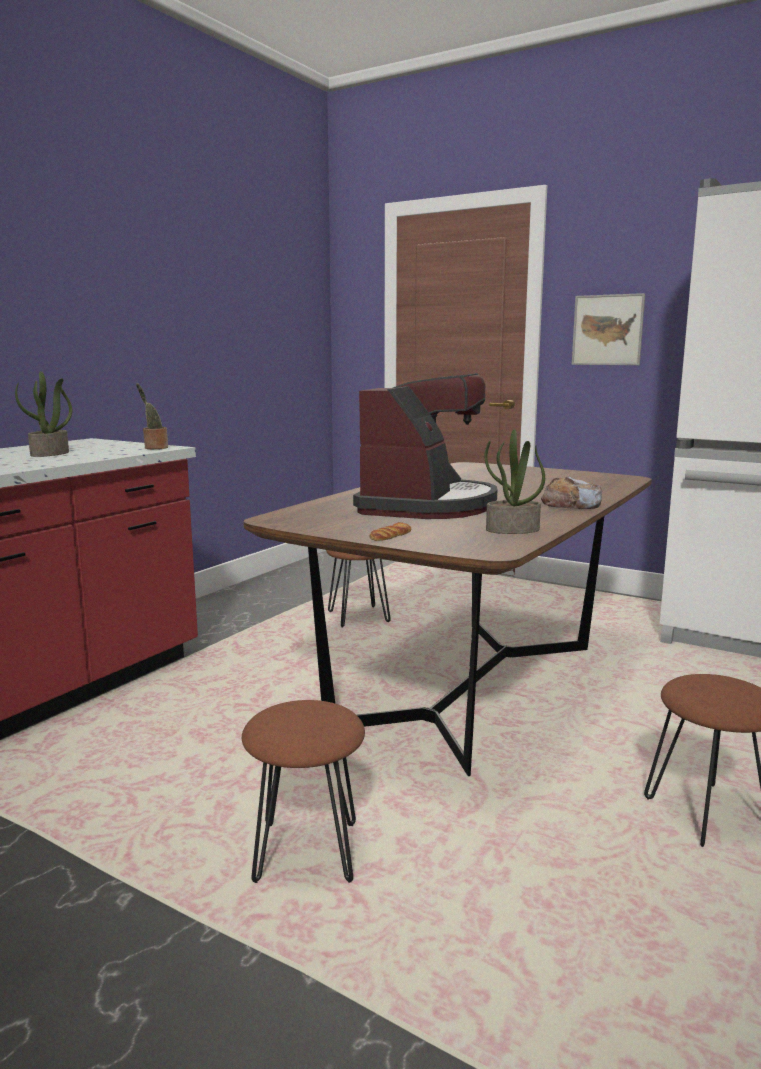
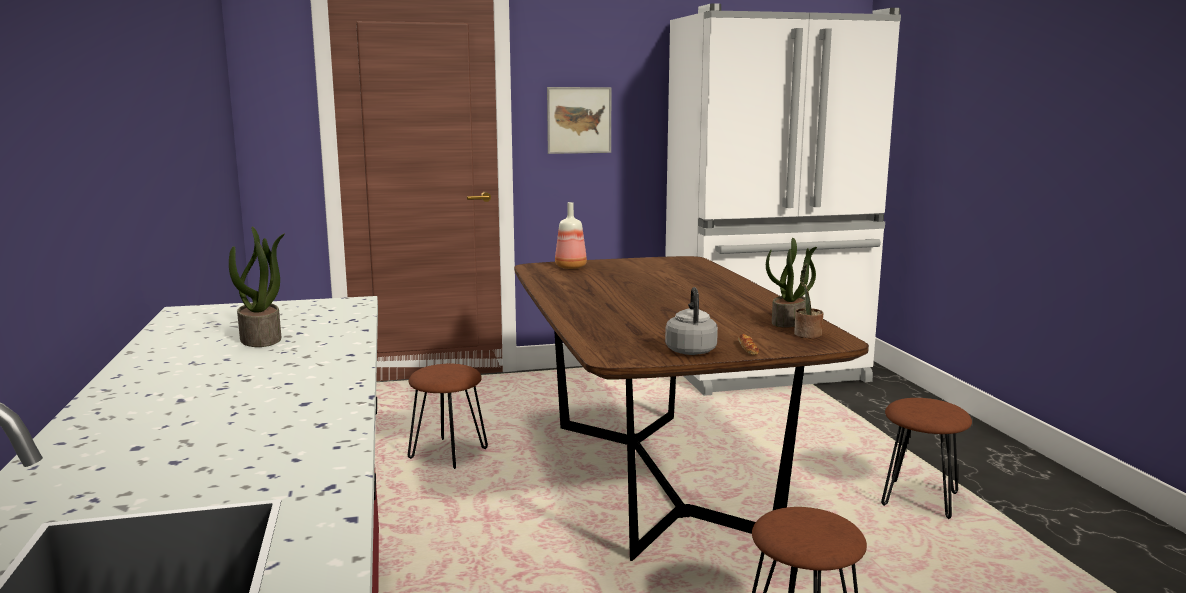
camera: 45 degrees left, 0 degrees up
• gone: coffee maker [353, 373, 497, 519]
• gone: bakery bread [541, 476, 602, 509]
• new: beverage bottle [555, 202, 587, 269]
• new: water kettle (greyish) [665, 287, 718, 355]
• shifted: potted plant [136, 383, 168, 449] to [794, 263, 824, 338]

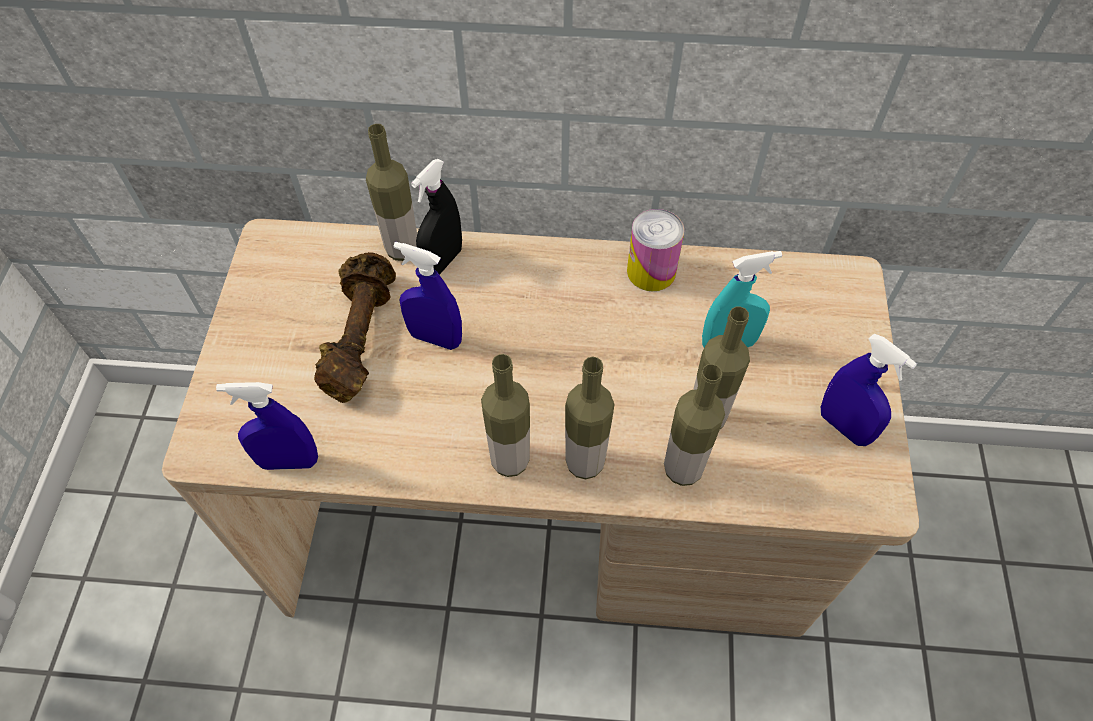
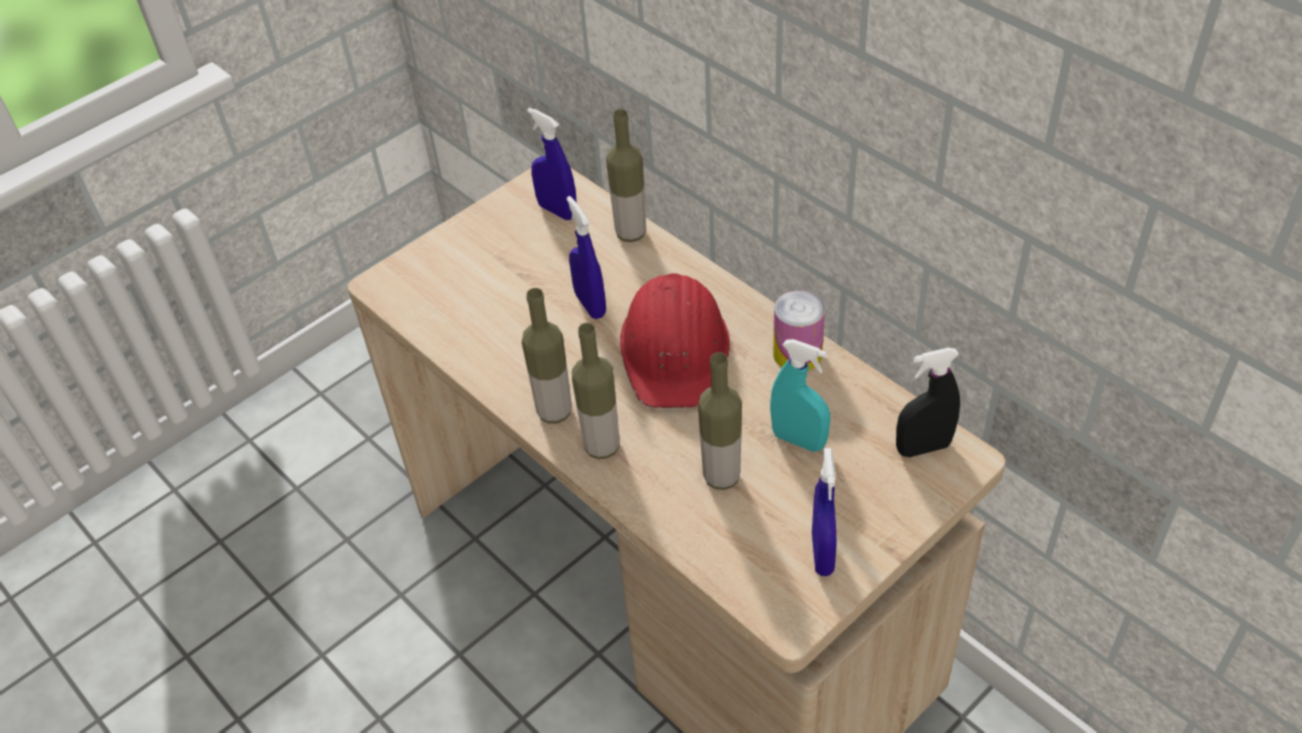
camera: 45 degrees right, 10 degrees down
• gone: hand weight (brown) [314, 252, 396, 403]
• gone: beverage bottle [664, 364, 725, 486]
• new: safety helmet (red-coloured) [620, 273, 730, 408]
• shifted: hand sprayer (bluish) [216, 382, 318, 470] to [527, 108, 577, 220]
• shifted: hand sprayer (black-coloured) [411, 159, 462, 275] to [896, 348, 960, 457]

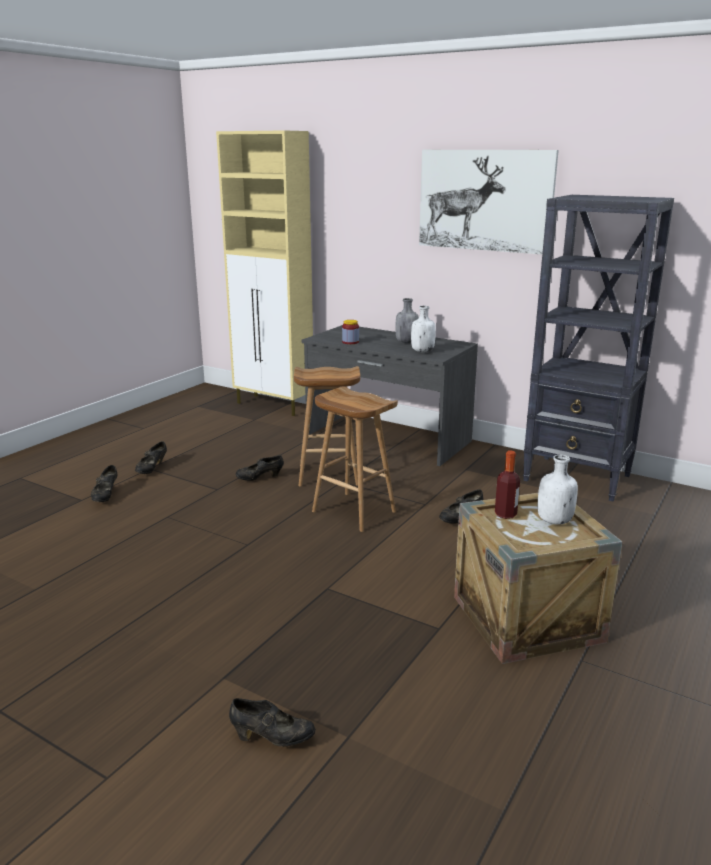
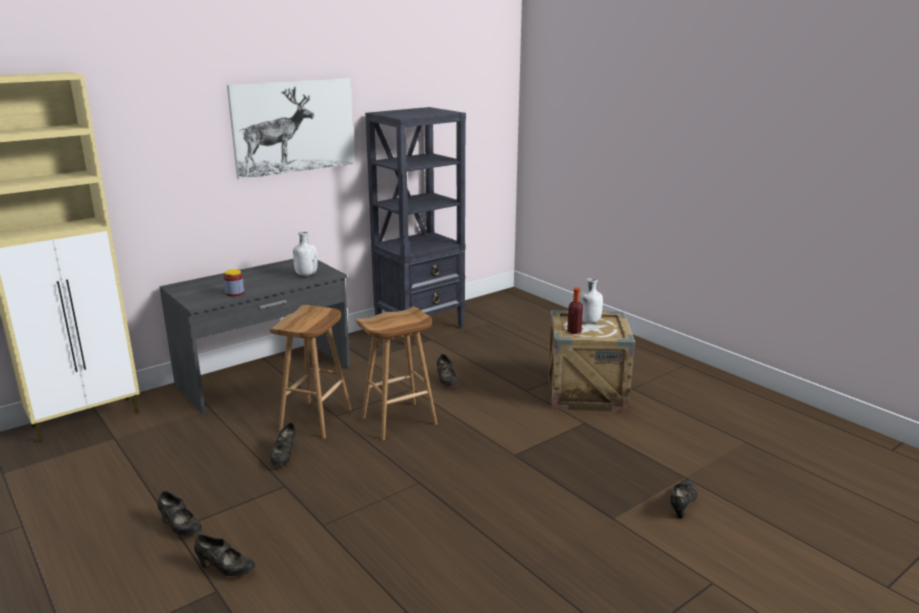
camera: 70 degrees left, 0 degrees up
• gone: beverage bottle (greyish) [395, 298, 419, 343]

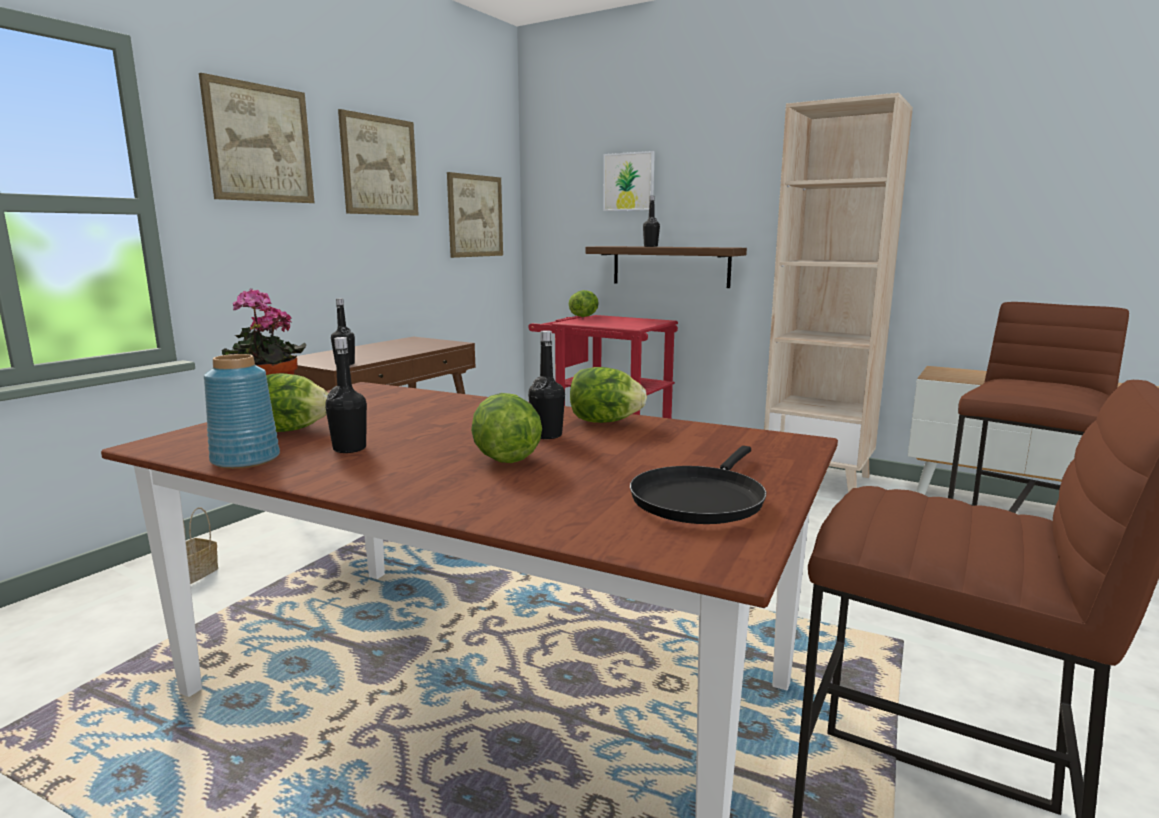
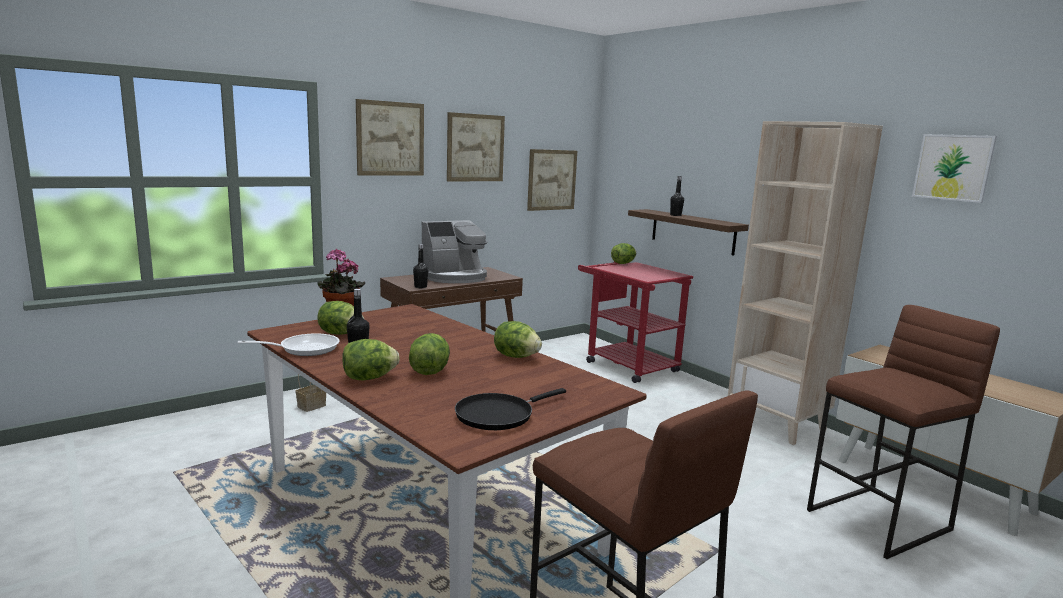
camera: 20 degrees right, 0 degrees up
• gone: beverage bottle (black-coloured) [528, 330, 565, 439]
• new: head of lettuce [342, 339, 399, 380]
• new: coffee maker [422, 220, 487, 283]
• shifted: wall picture [603, 151, 655, 211] to [912, 134, 997, 203]
• swapped: decorative vase (bluish) [204, 354, 280, 469] to frying pan [238, 333, 339, 356]

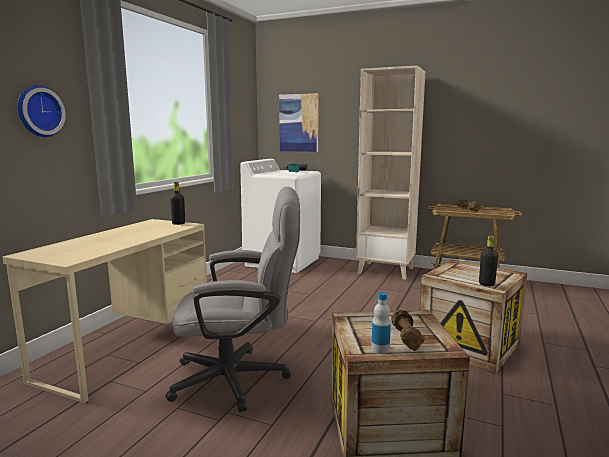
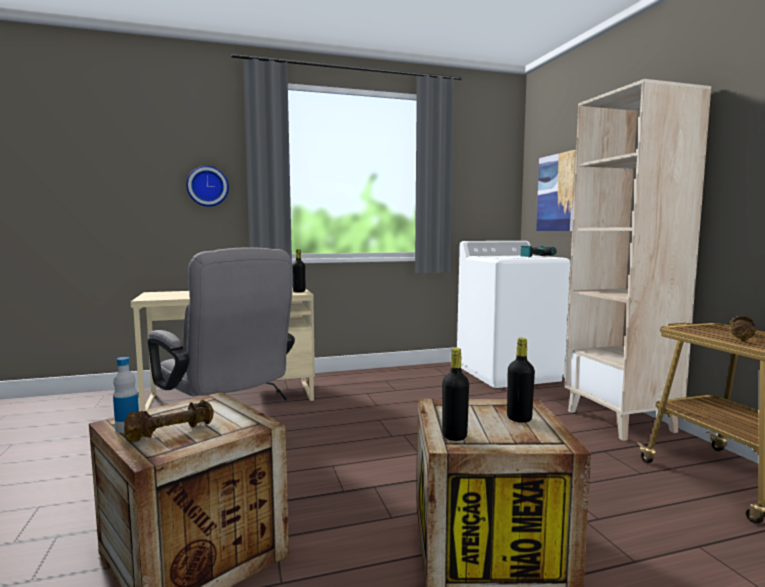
camera: 50 degrees right, 5 degrees down
• new: beverage bottle (black-coloured) [507, 338, 535, 423]

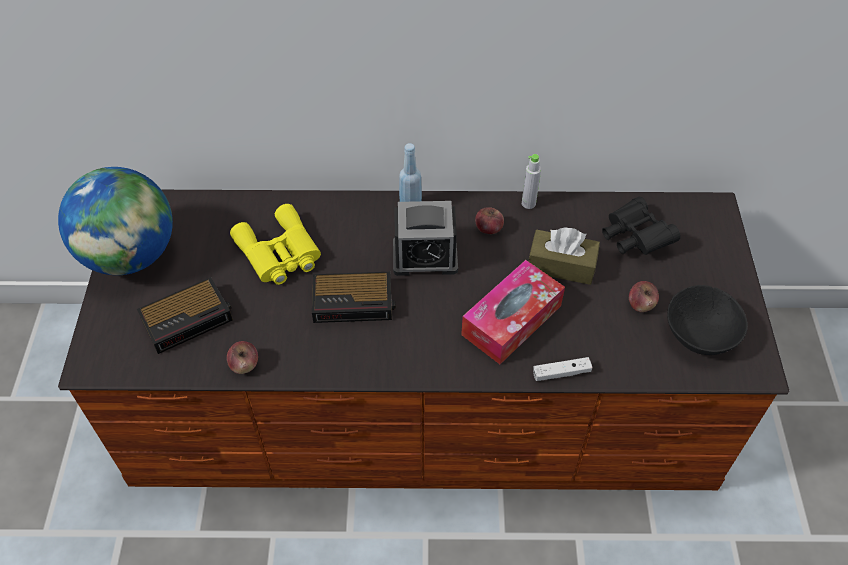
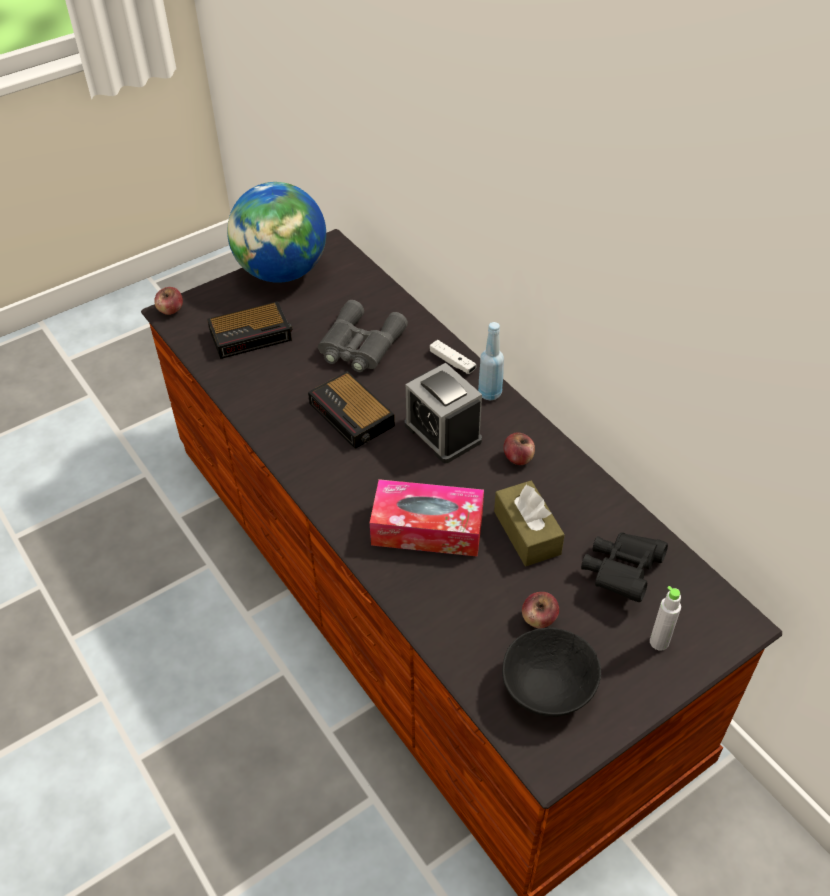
camera: 55 degrees right, 5 degrees down
• shifted: whole apple [227, 341, 258, 374] to [154, 287, 183, 315]
• shifted: beverage bottle (greyish) [522, 154, 541, 209] to [650, 586, 681, 651]
• shifted: joypad (white) [533, 357, 592, 381] to [430, 340, 476, 374]
• repainted: field glasses (yellow) [230, 204, 321, 285] to field glasses (greyish) [318, 300, 408, 372]
• rotated: bedside clock [137, 277, 233, 354] = [207, 301, 293, 359] 45 degrees counterclockwise

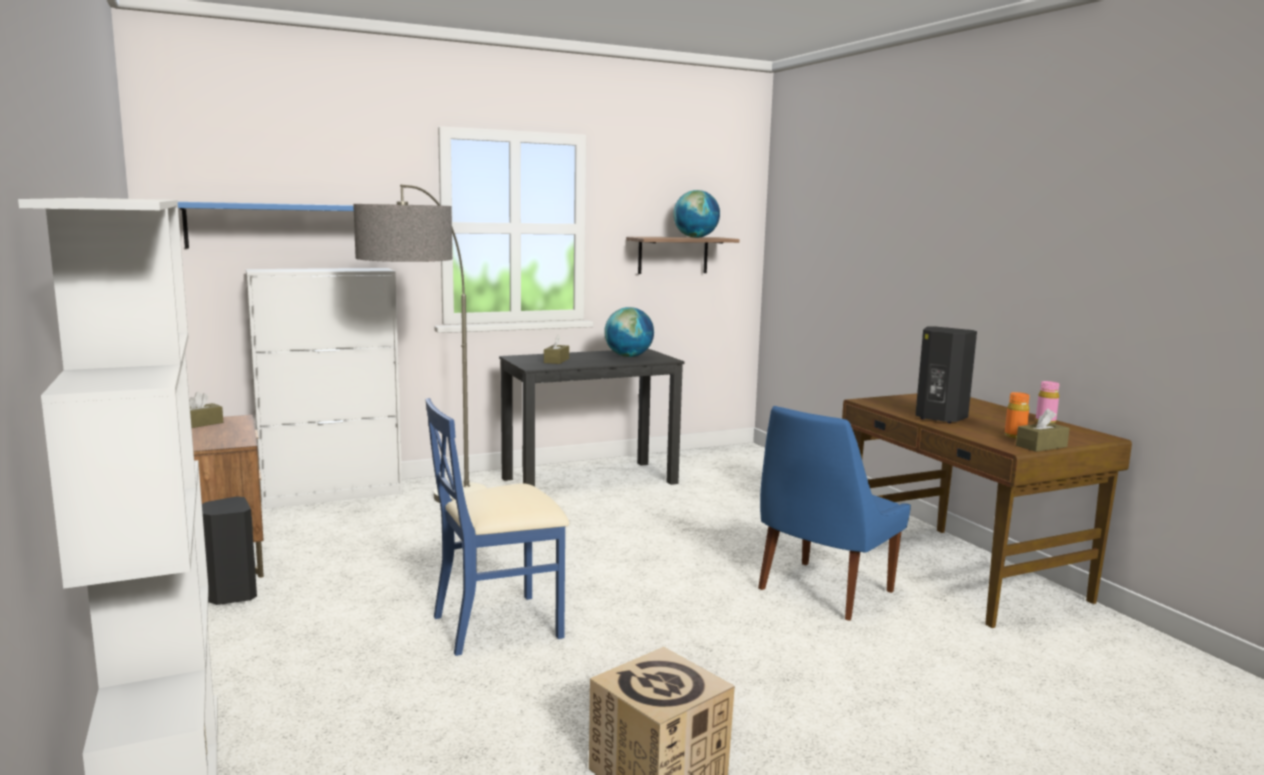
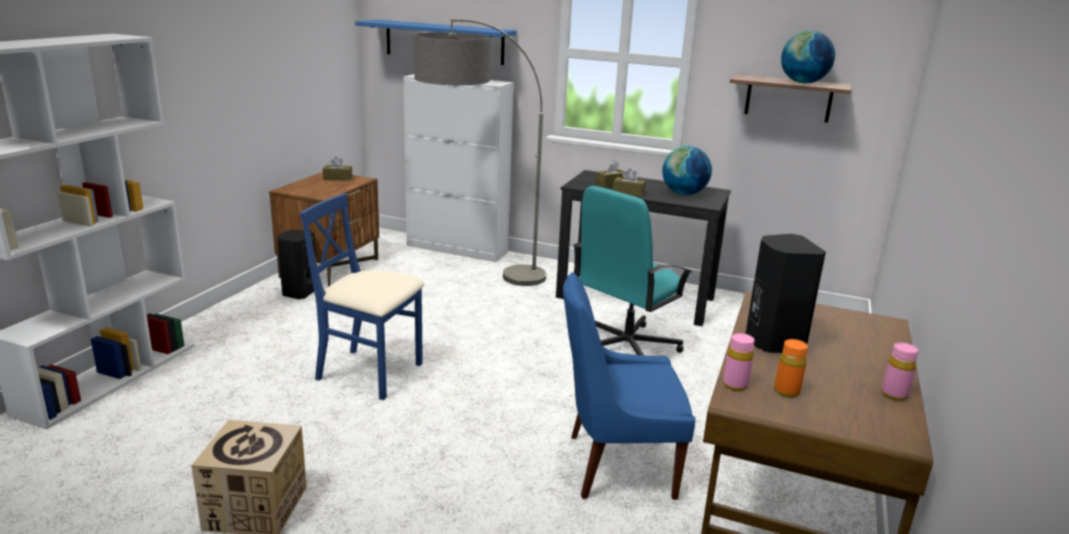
camera: 45 degrees right, 10 degrees up
• new: desk chair (blue-green) [573, 186, 692, 355]
• new: beverage bottle (pink) [723, 333, 755, 391]
• shifted: box of tissues (brown) [1016, 409, 1070, 452] to [613, 168, 646, 197]

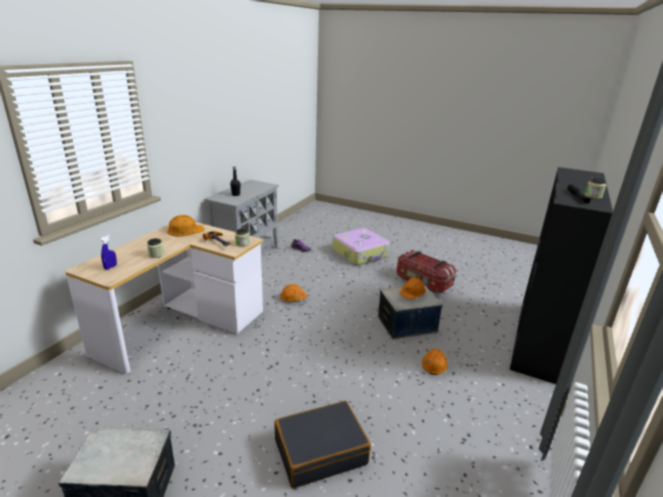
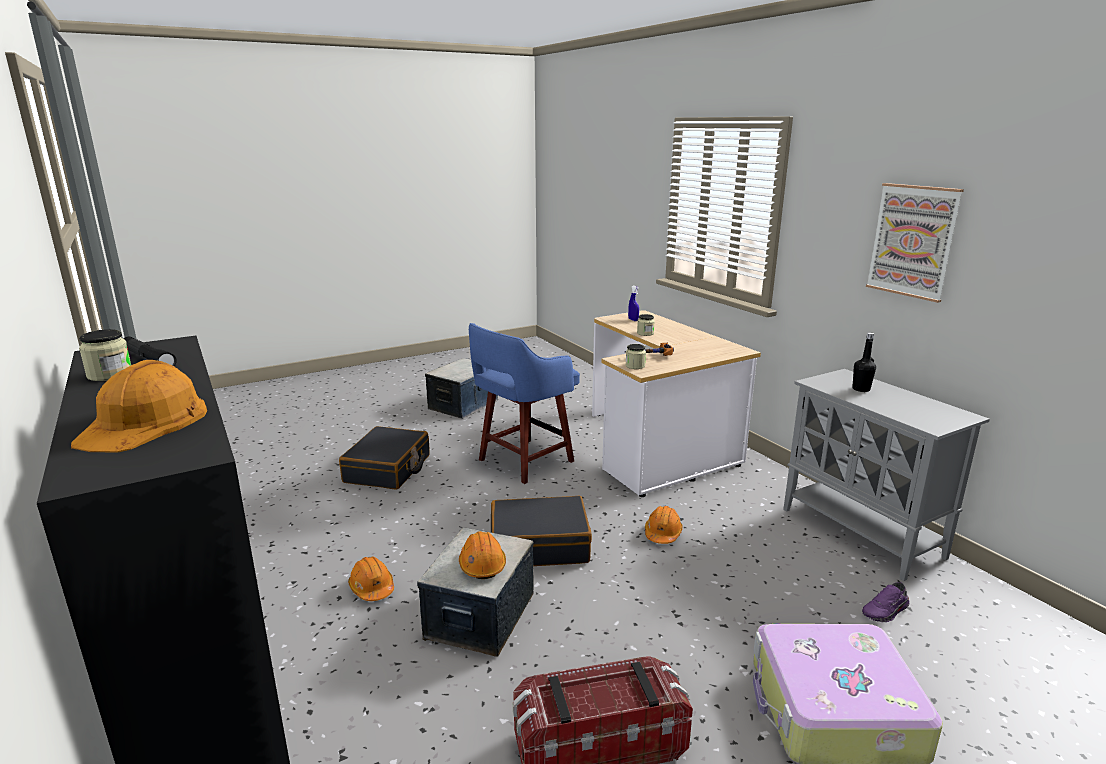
camera: 125 degrees right, 5 degrees down
• new: stool seat (bluish) [469, 323, 580, 484]
• new: piece of luggage (black-coloured) [491, 496, 592, 566]
• new: wall picture [866, 183, 964, 303]
• shifted: safety helmet (orange-coloured) [167, 215, 204, 237] to [71, 360, 207, 452]

